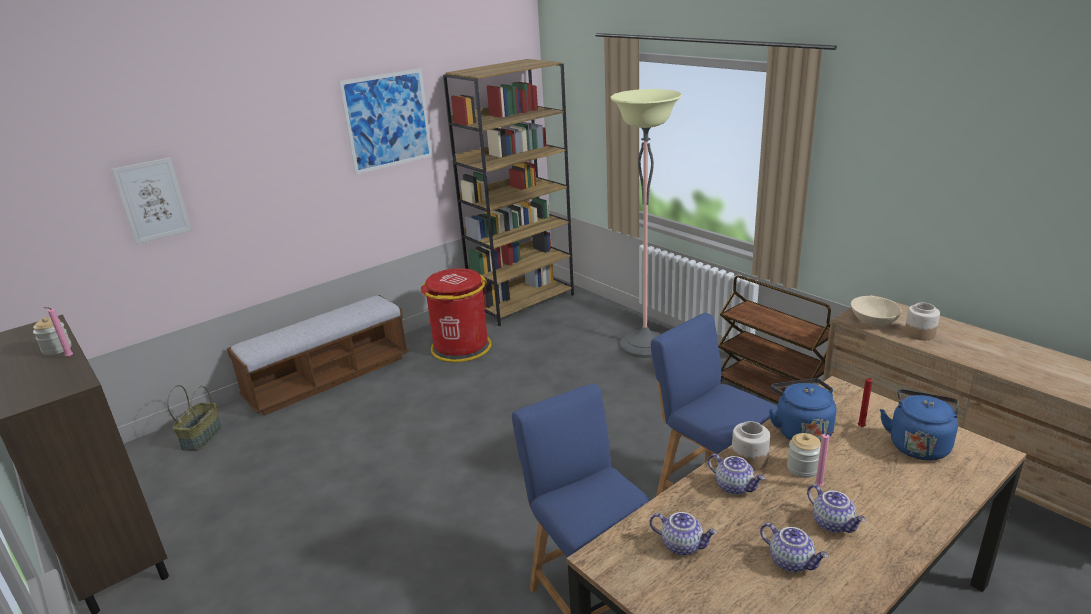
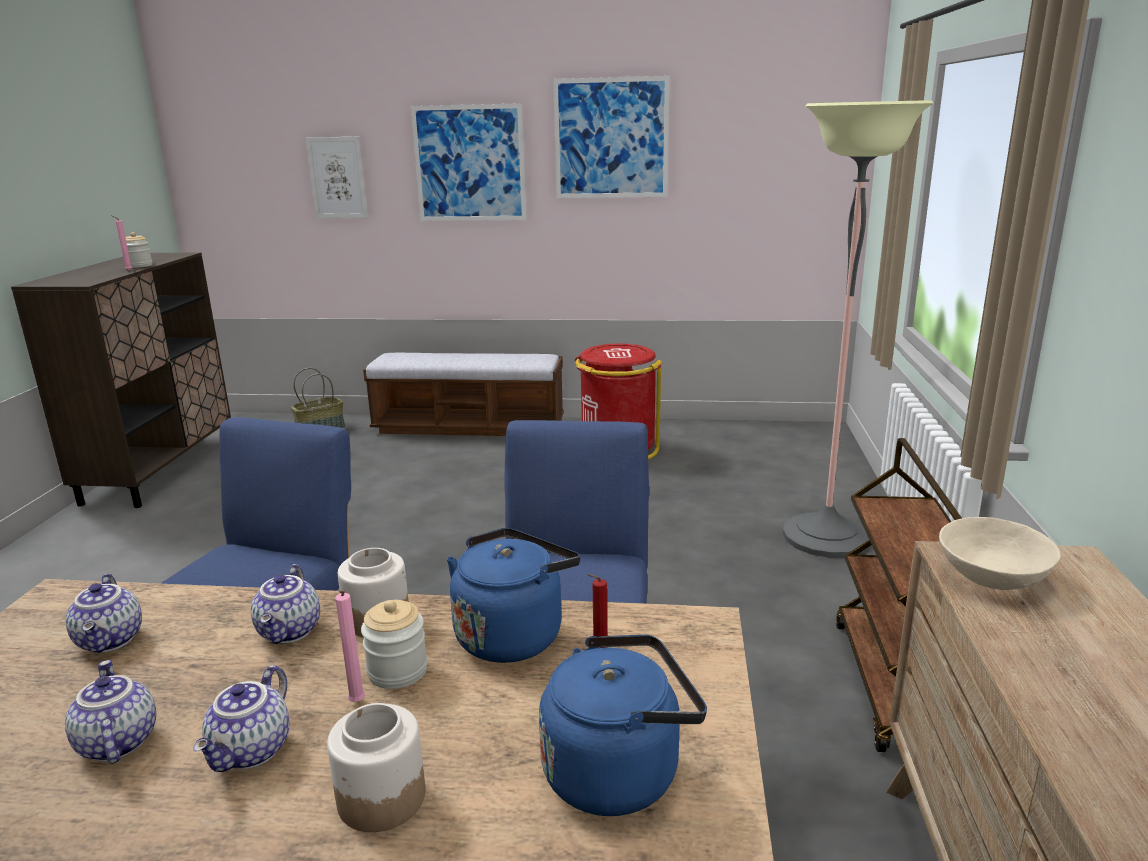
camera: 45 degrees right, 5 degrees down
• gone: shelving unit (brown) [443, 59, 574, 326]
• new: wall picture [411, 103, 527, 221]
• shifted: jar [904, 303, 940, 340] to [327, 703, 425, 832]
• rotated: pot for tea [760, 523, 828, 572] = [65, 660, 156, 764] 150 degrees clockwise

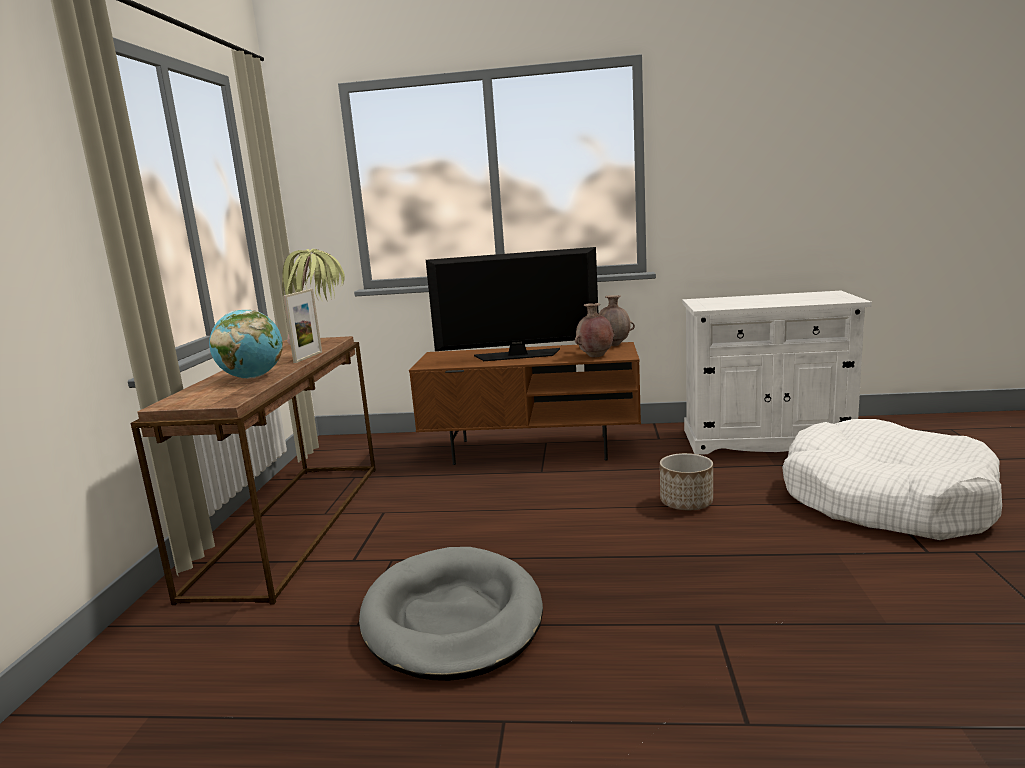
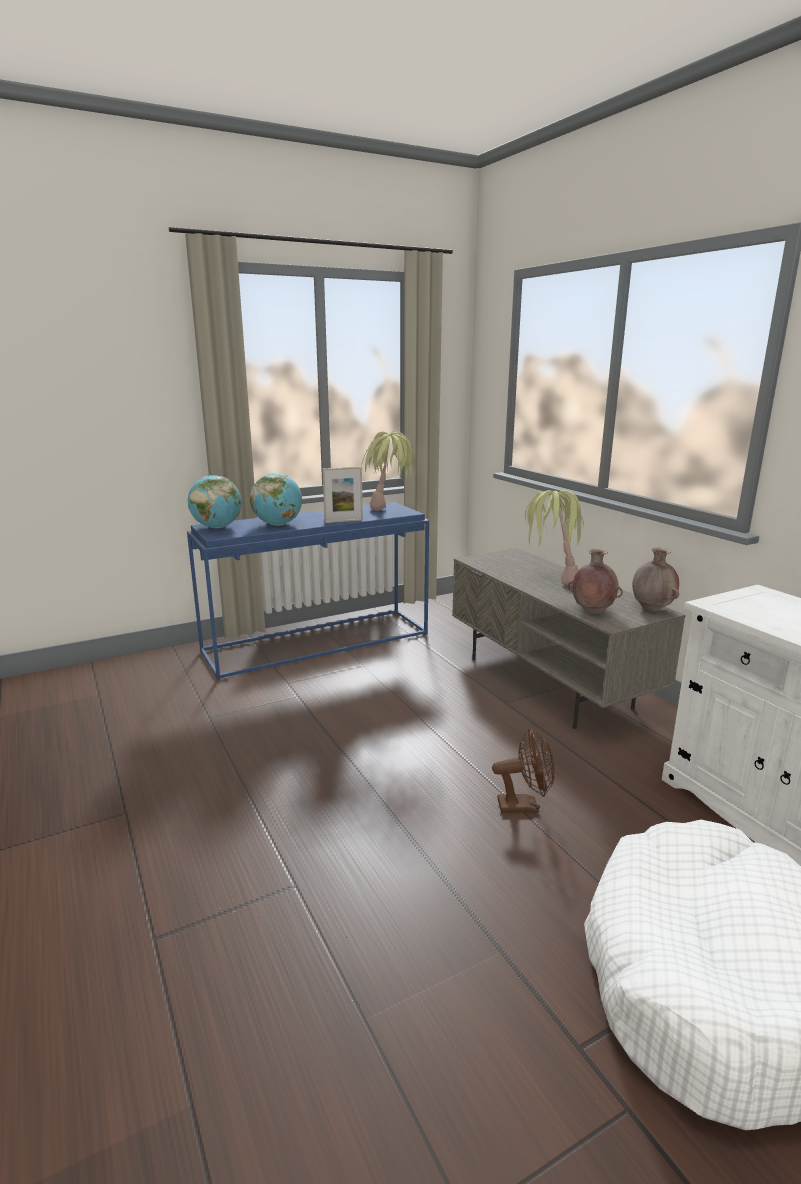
camera: 55 degrees right, 5 degrees up
• gone: dog bed (greyish) [359, 547, 543, 681]
• new: world globe [188, 475, 242, 528]
• swapped: TV [426, 247, 599, 361] to potted plant [525, 490, 584, 586]
• swapped: flower pot [660, 453, 713, 510] to fan (brown) [492, 728, 555, 813]
• repainted: narrow table (brown) [131, 336, 376, 605] to narrow table (bluish) [187, 502, 429, 681]
• repainted: media console (brown) [409, 342, 641, 465] to media console (greyish) [452, 548, 686, 729]

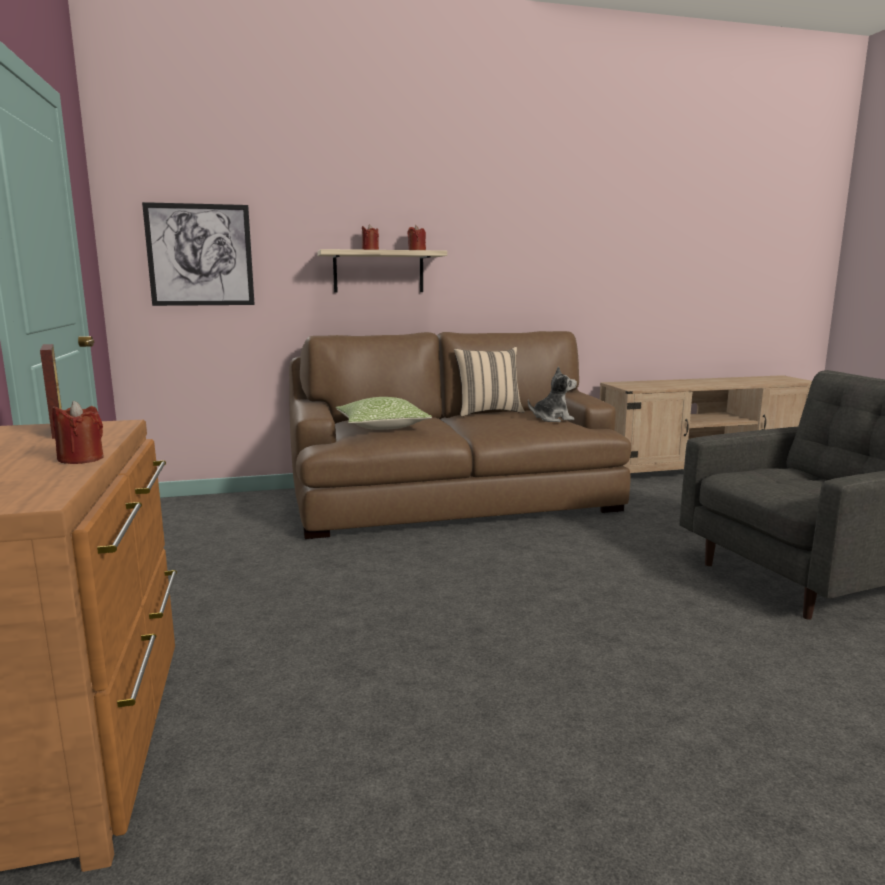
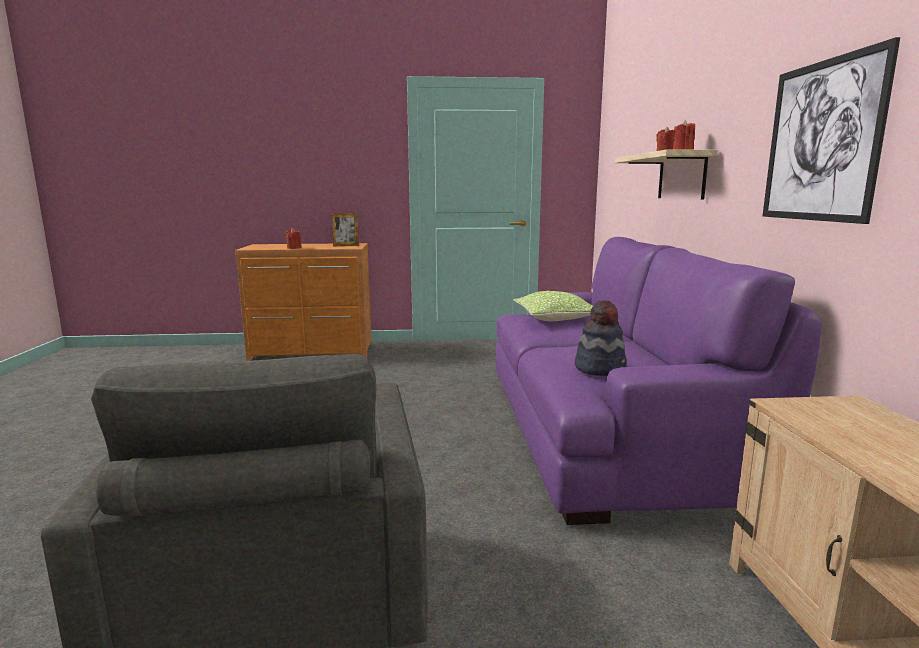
camera: 100 degrees right, 0 degrees up
• gone: cushion (beige-coloured) [454, 347, 525, 416]
• shifted: wall picture [142, 202, 255, 306] to [763, 37, 900, 224]
• swapped: cuddly toy [528, 367, 577, 422] to clothing hat [575, 300, 627, 376]
• repainted: settee (brown) [289, 331, 631, 539] to settee (purplish) [496, 237, 822, 525]

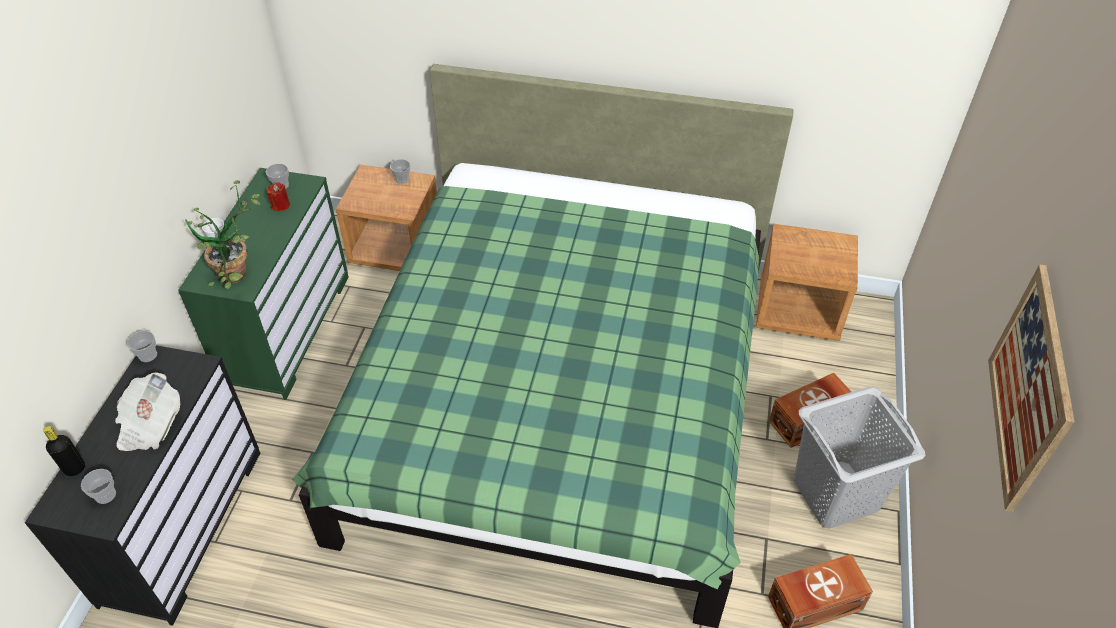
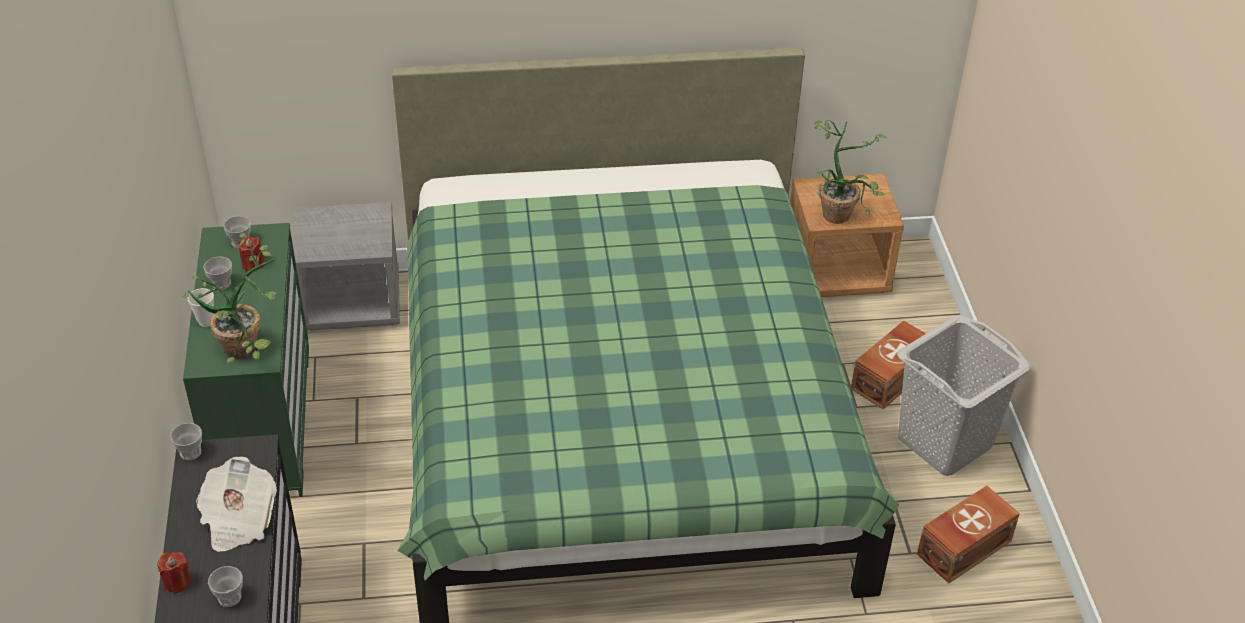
camera: 20 degrees left, 5 degrees down
• gone: wall picture [988, 264, 1075, 512]
• new: potted plant [814, 120, 886, 224]
• shifted: small cup [390, 159, 410, 184] to [203, 256, 232, 290]
• swapped: beverage bottle (black-coloured) [43, 426, 85, 476] to wax light (red-coloured) [157, 552, 191, 594]
• repainted: night table (brown) [336, 165, 437, 271] to night table (greyish) [292, 202, 400, 331]

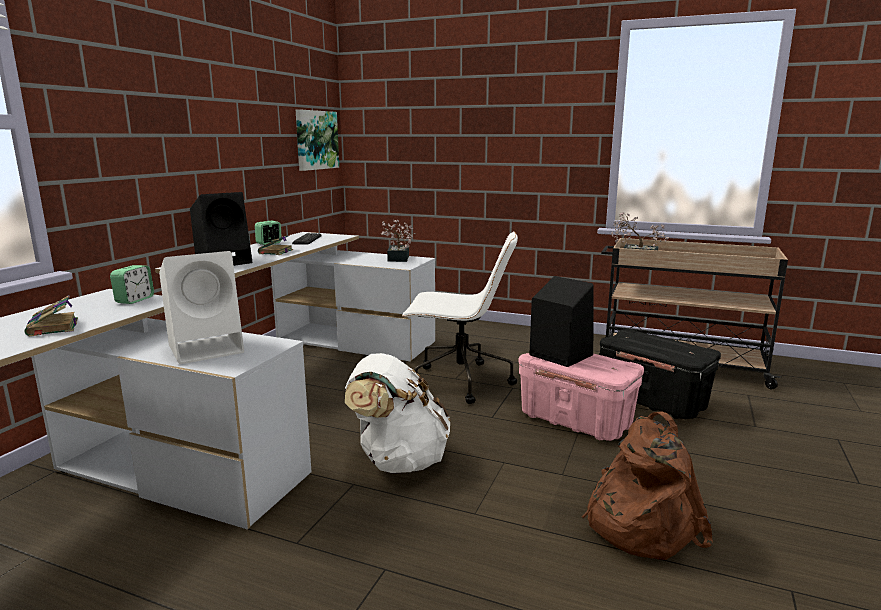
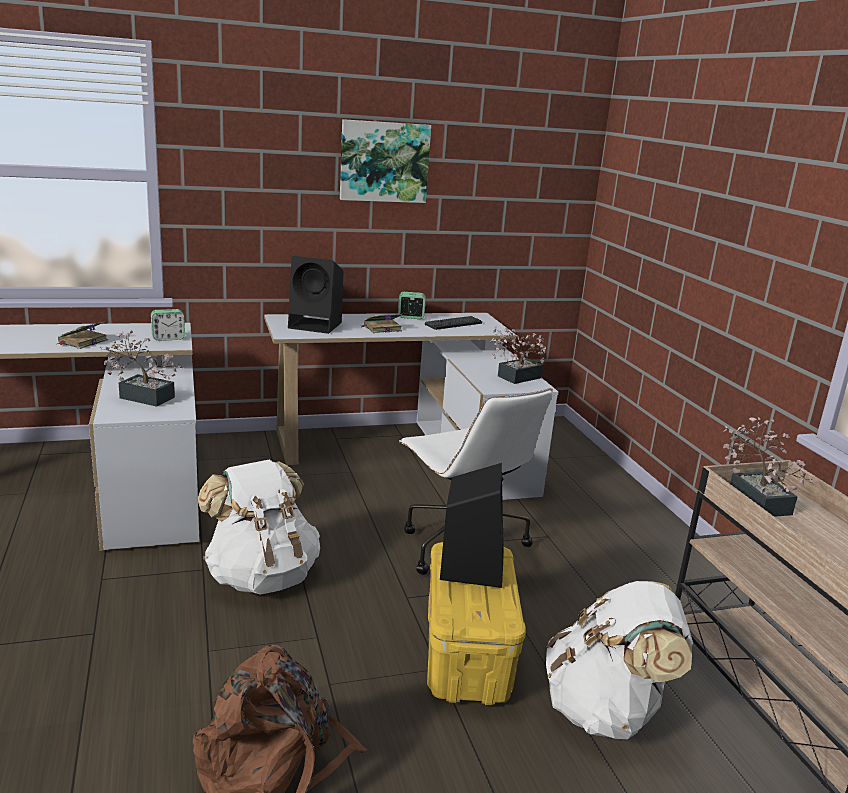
camera: 50 degrees right, 5 degrees up
• shifted: wall picture [296, 109, 339, 171] to [340, 119, 431, 203]
• swapped: speaker (white) [159, 251, 244, 364] to potted plant [100, 330, 183, 407]
• swapped: storage bin (black-coloured) [600, 329, 721, 419] to rucksack (white) [546, 581, 693, 739]
• repainted: storage bin (pink) [518, 353, 644, 441] to storage bin (yellow) [427, 542, 526, 705]

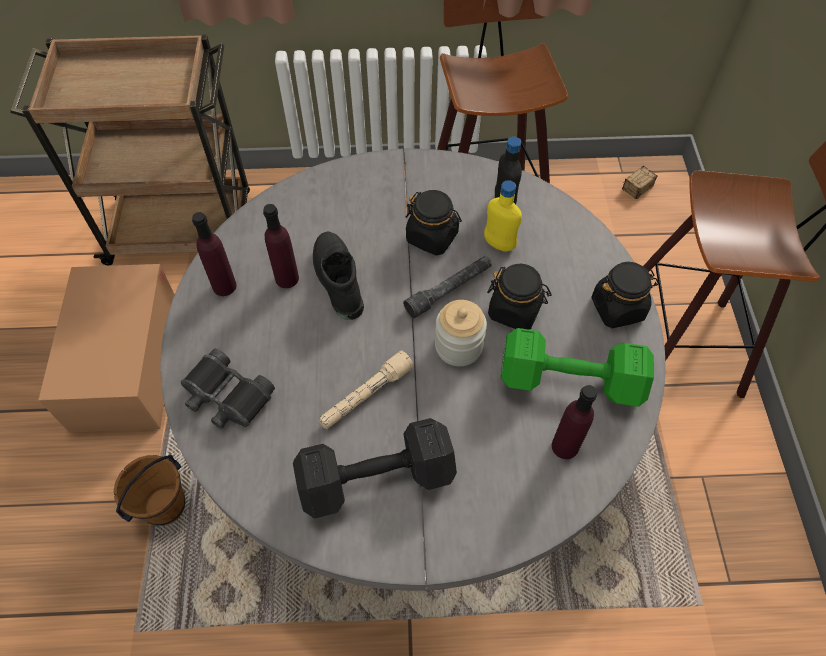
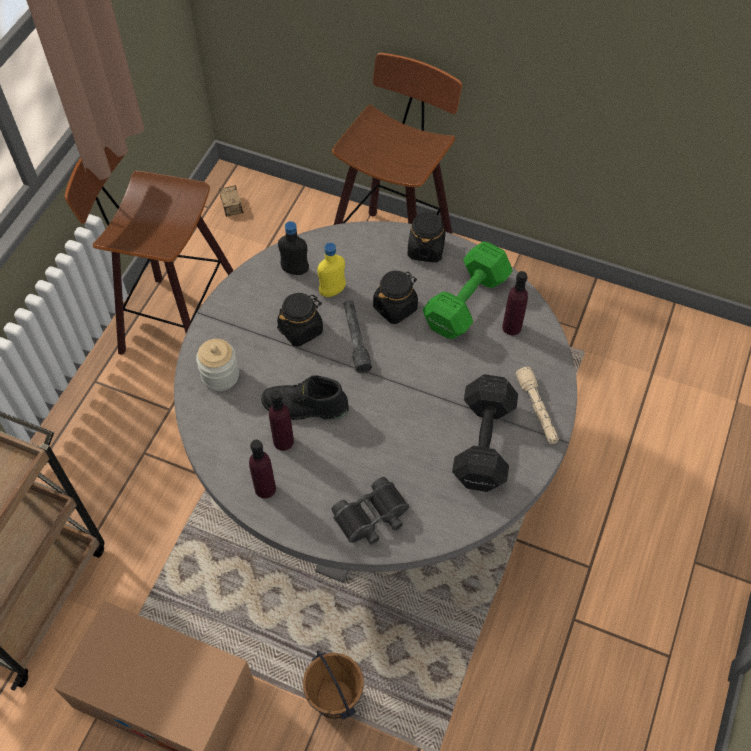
camera: 65 degrees left, 0 degrees up
• shifted: torch (beige-coloured) [319, 350, 414, 429] to [516, 367, 559, 444]
• shifted: jar [435, 300, 487, 366] to [196, 339, 239, 391]

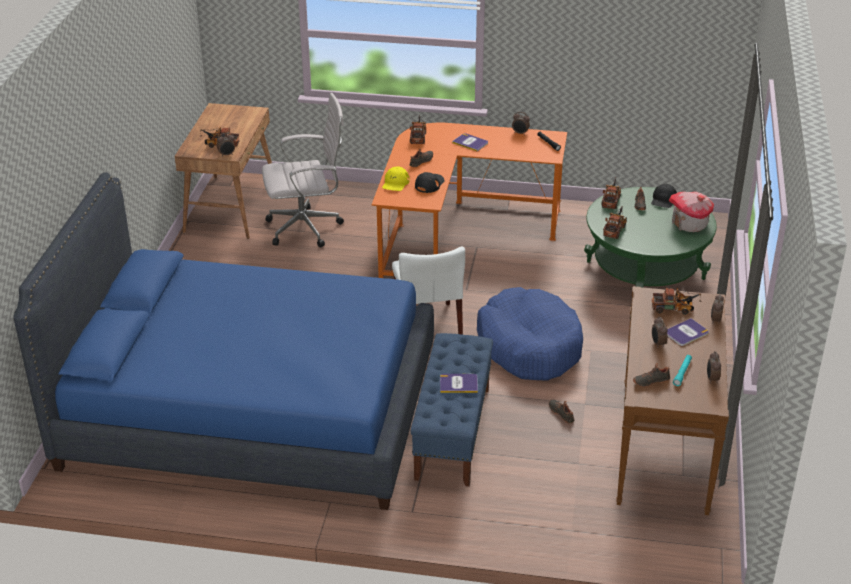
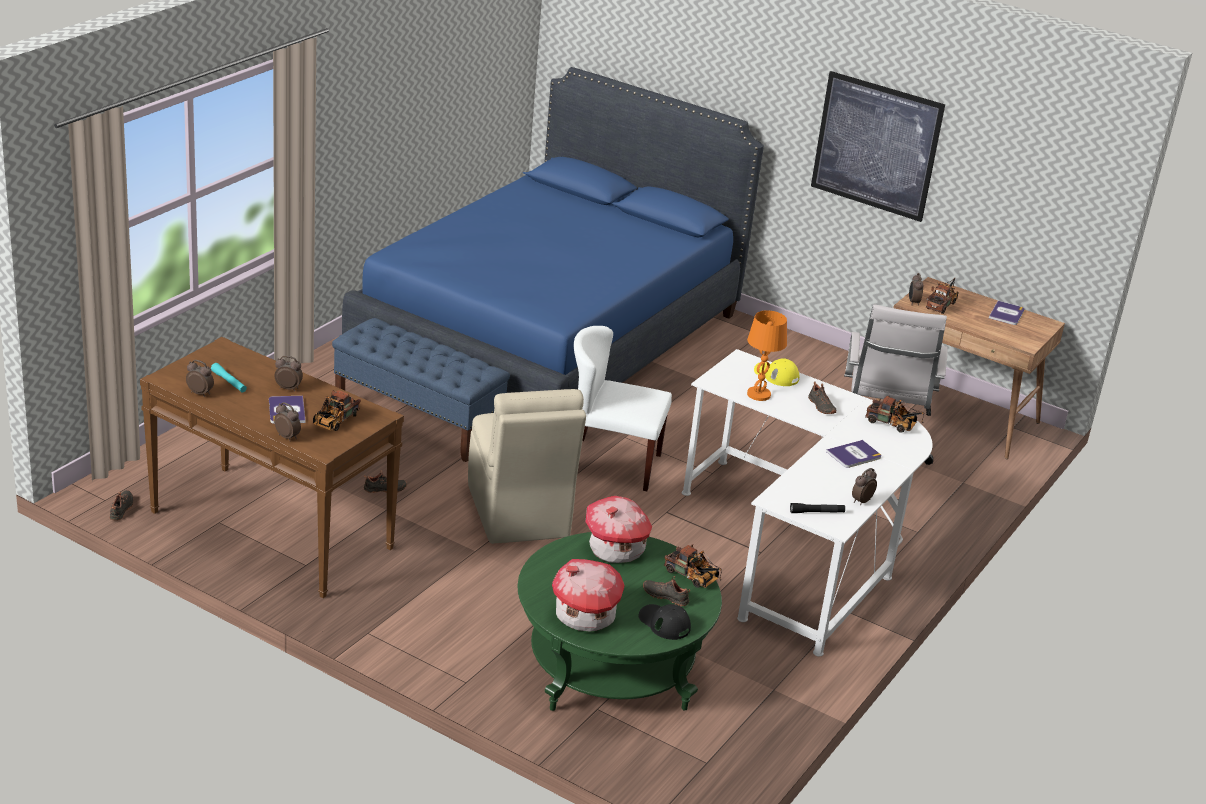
camera: 110 degrees right, 5 degrees down
• new: wall picture [811, 71, 945, 222]
• shifted: bound book [440, 374, 478, 393] to [989, 301, 1025, 325]
• shifted: item of footwear (black-coloured) [633, 363, 671, 387] to [110, 490, 133, 521]
• swapped: peaked cap (black-coloured) [415, 172, 445, 193] to lamp for a table (orange-coloured) [747, 310, 787, 401]
• swapped: dog bed (bluish) [477, 287, 583, 381] to chair (beige-coloured) [468, 389, 586, 544]
• swapped: toy truck [603, 206, 627, 239] to model house [585, 496, 652, 563]
• repainted: desk table (orange-coloured) [372, 123, 567, 278] to desk table (white) [682, 349, 933, 657]

